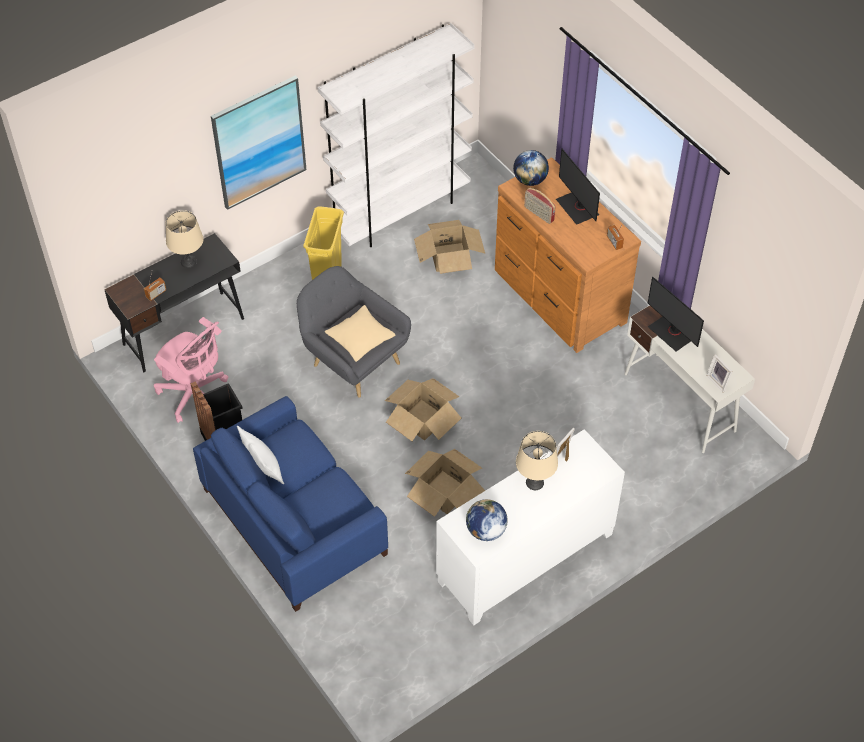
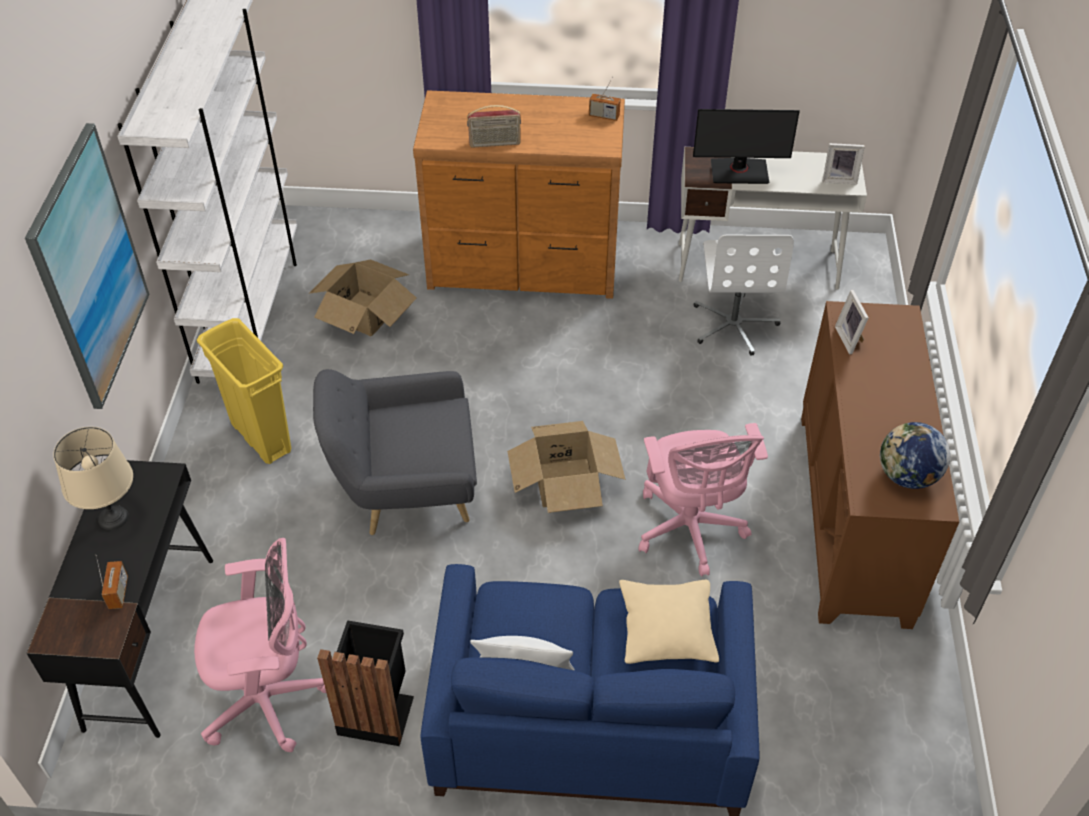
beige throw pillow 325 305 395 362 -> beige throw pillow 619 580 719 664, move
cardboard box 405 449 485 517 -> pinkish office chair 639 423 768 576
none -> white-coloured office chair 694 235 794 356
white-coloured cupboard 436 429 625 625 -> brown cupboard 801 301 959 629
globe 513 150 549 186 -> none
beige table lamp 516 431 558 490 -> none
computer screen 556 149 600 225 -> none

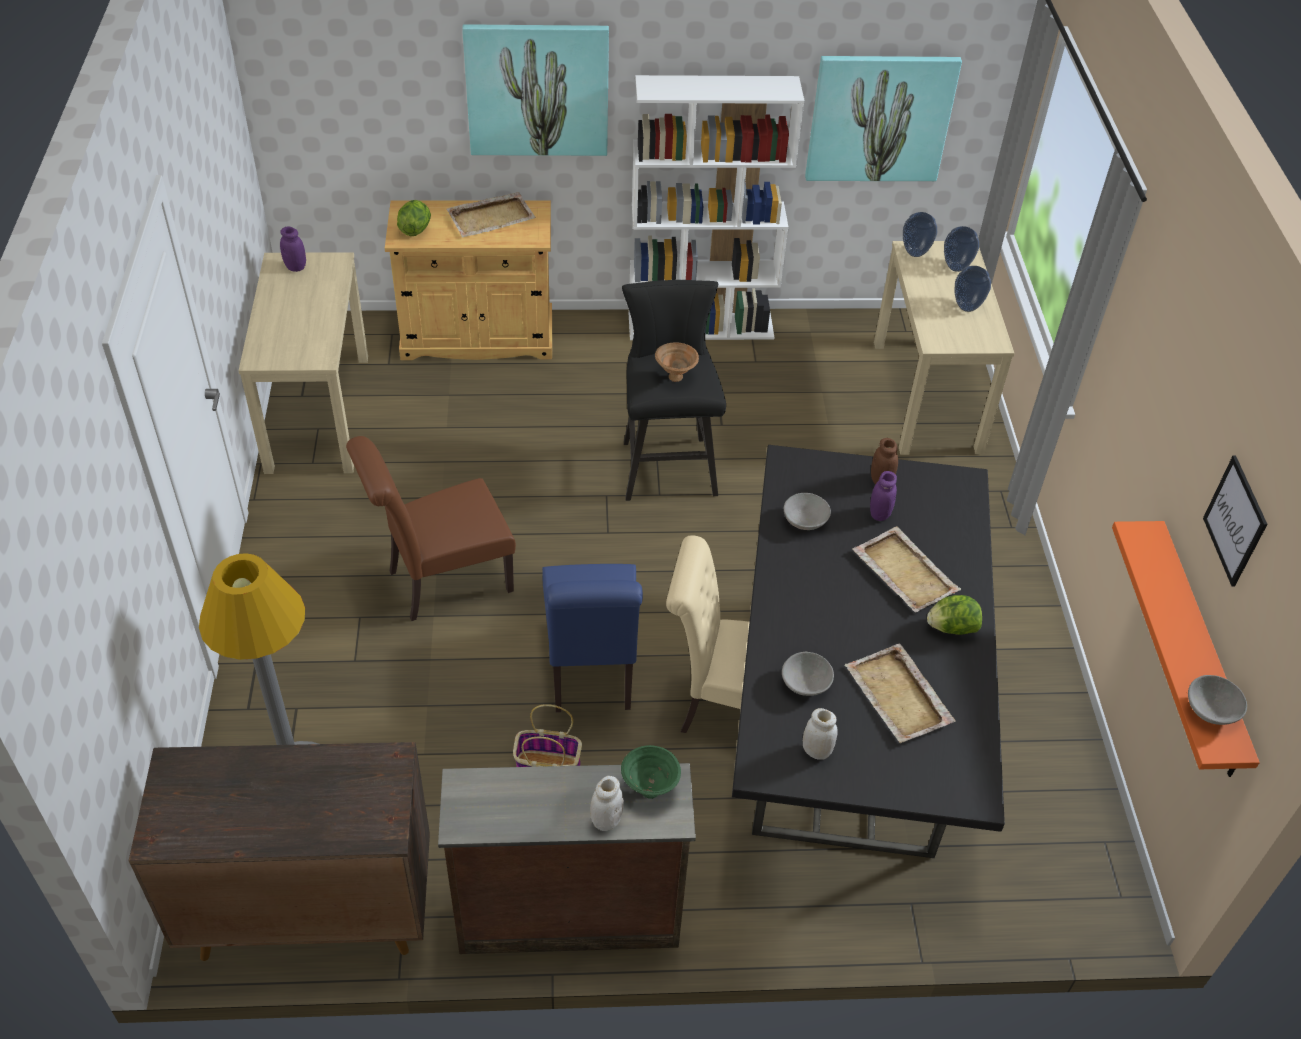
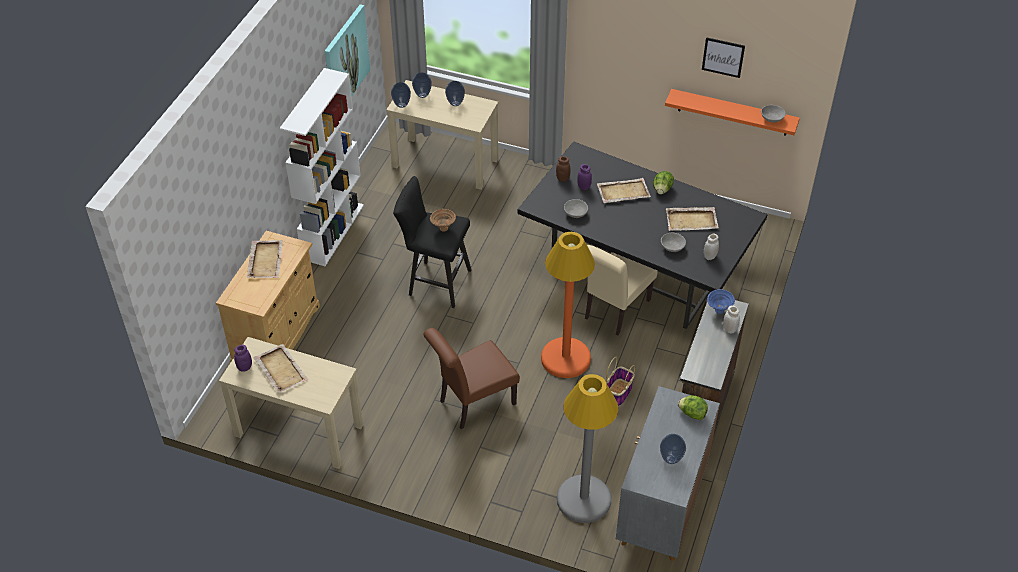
none -> beige serving tray 253 344 309 393
brown upright chair 346 436 516 621 -> brown upright chair 423 328 520 429, 60 degrees clockwise
bluish upright chair 542 564 643 712 -> orange standing lamp 541 232 595 378
brown cupboard 129 742 430 961 -> greyish cupboard 616 386 720 561
none -> vase 660 434 686 464
lettuce 397 200 431 236 -> lettuce 678 395 708 420, move
green-coloured serving bowl 621 745 681 799 -> bluish serving bowl 707 289 735 314
picture 462 24 609 156 -> none

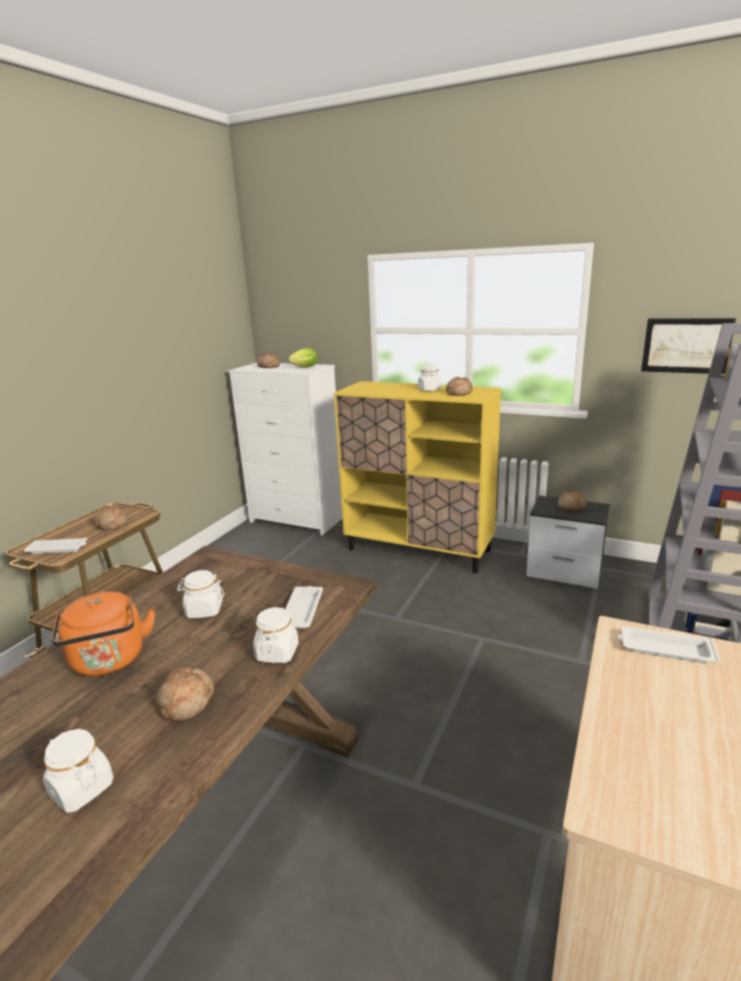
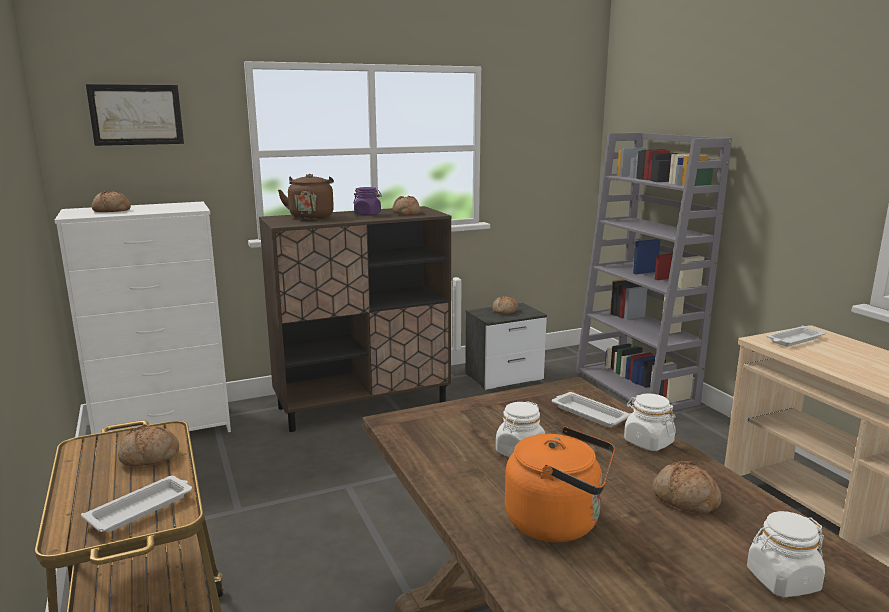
picture 641 318 736 374 -> picture 86 84 184 146, move
yellowish cupboard 334 381 501 573 -> brown cupboard 259 206 451 432
none -> brown kettle 278 174 334 219
white-coloured storage jar 418 365 441 391 -> purplish storage jar 354 187 382 215
lettuce 288 348 318 367 -> none

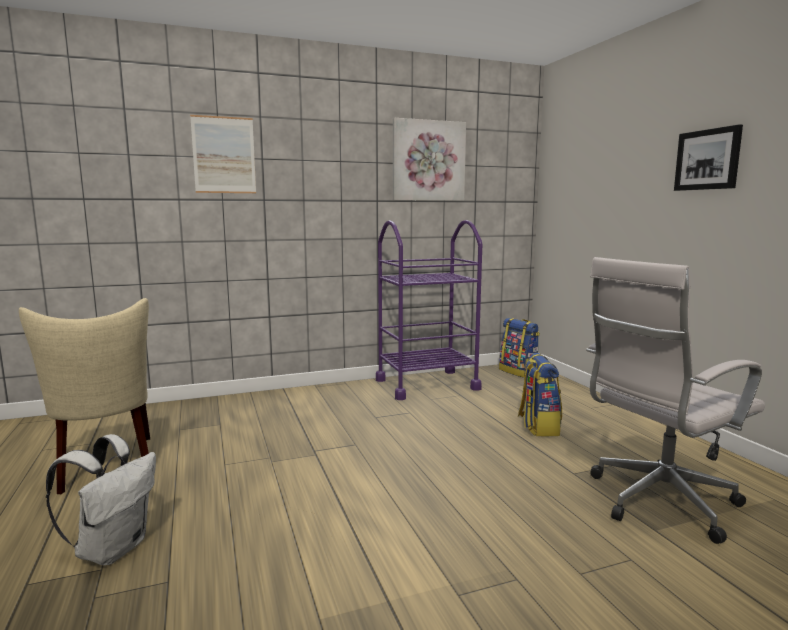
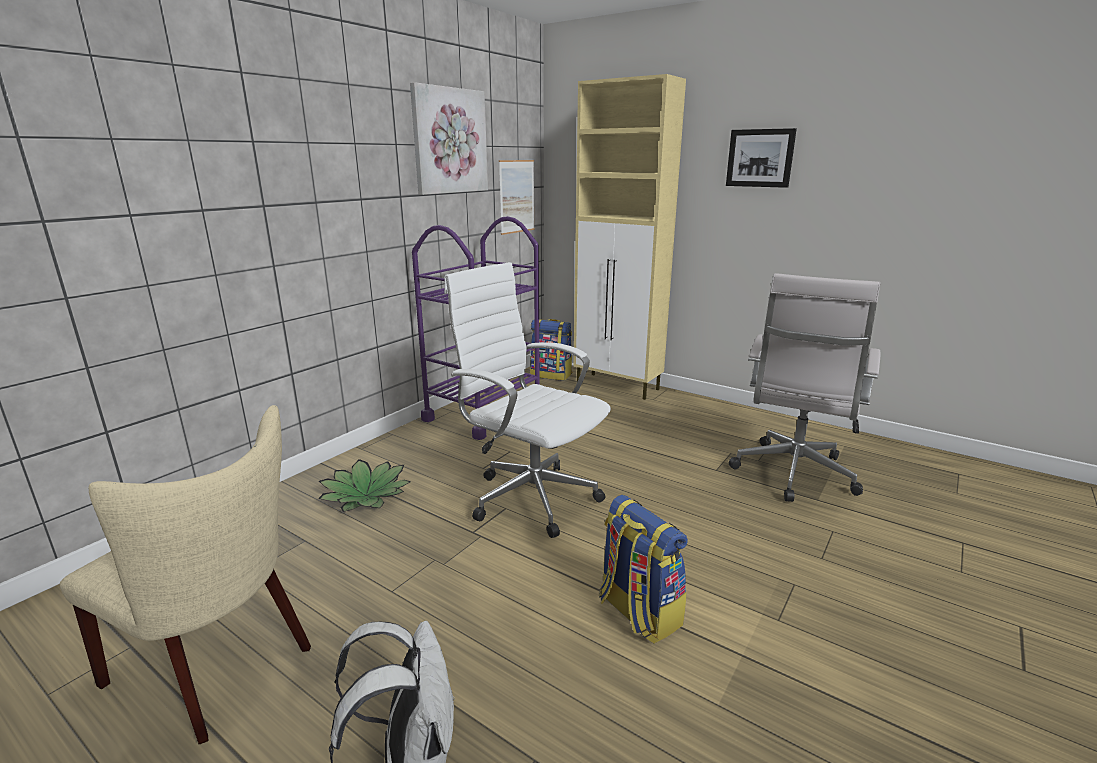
none -> plant in a pot 318 459 411 512
none -> white-coloured office chair 444 262 611 538
picture 190 115 256 193 -> picture 499 160 535 235, move
none -> beige cupboard 573 74 686 400
backpack 518 353 562 436 -> backpack 599 495 688 644, move

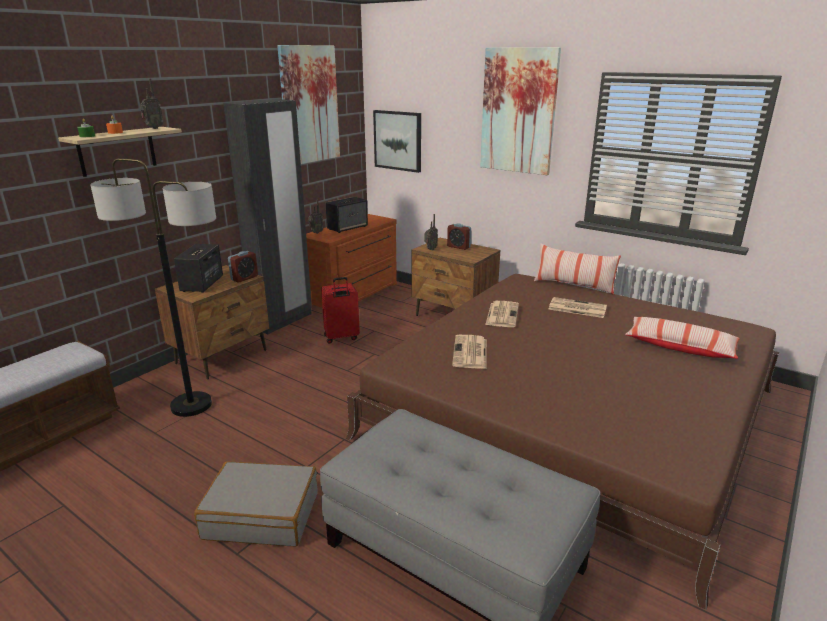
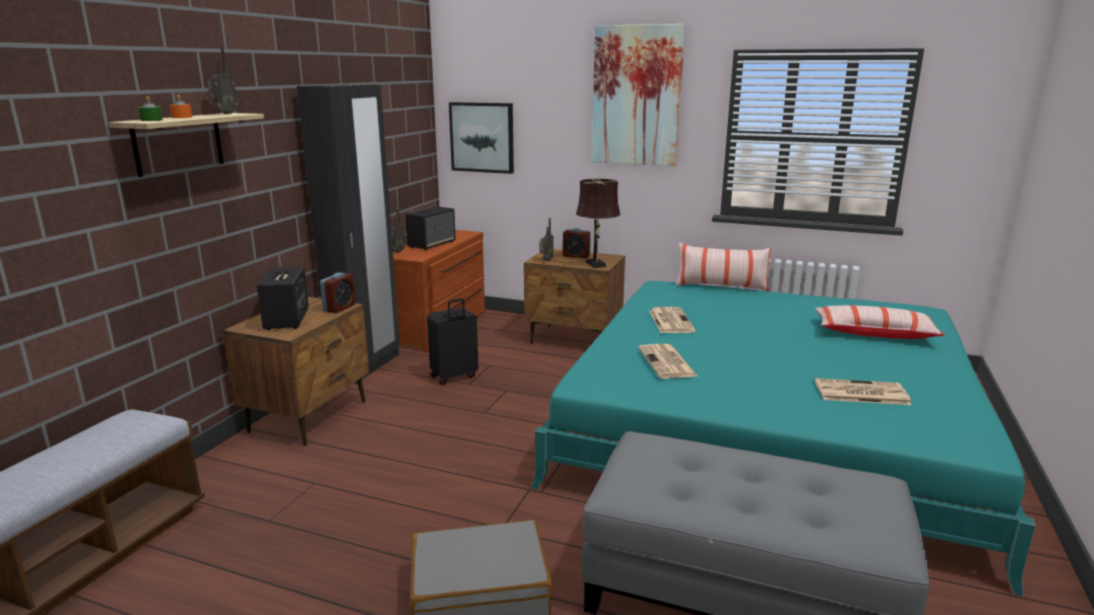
reddish travel case 321 277 360 344 -> black travel case 427 298 478 385
brown bedroom bed 346 274 779 610 -> turquoise-coloured bedroom bed 531 281 1036 596
none -> brown table lamp 576 177 620 268
daily paper 549 297 607 318 -> daily paper 815 378 911 405, move
standing lamp 90 158 216 417 -> none
picture 277 45 340 164 -> none

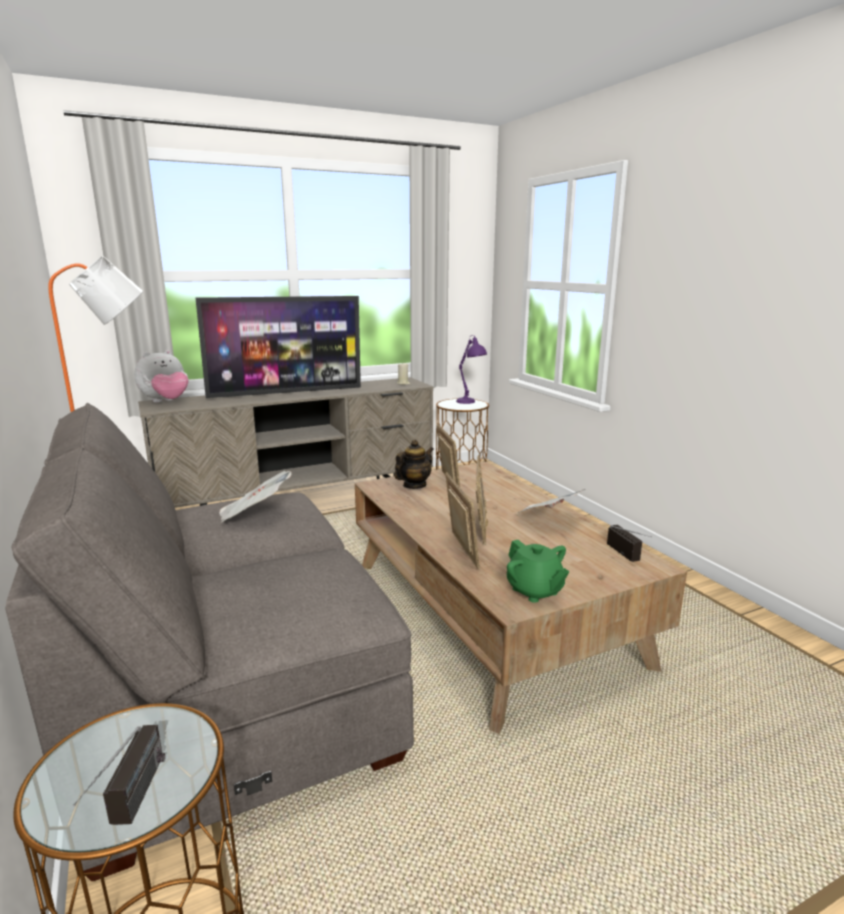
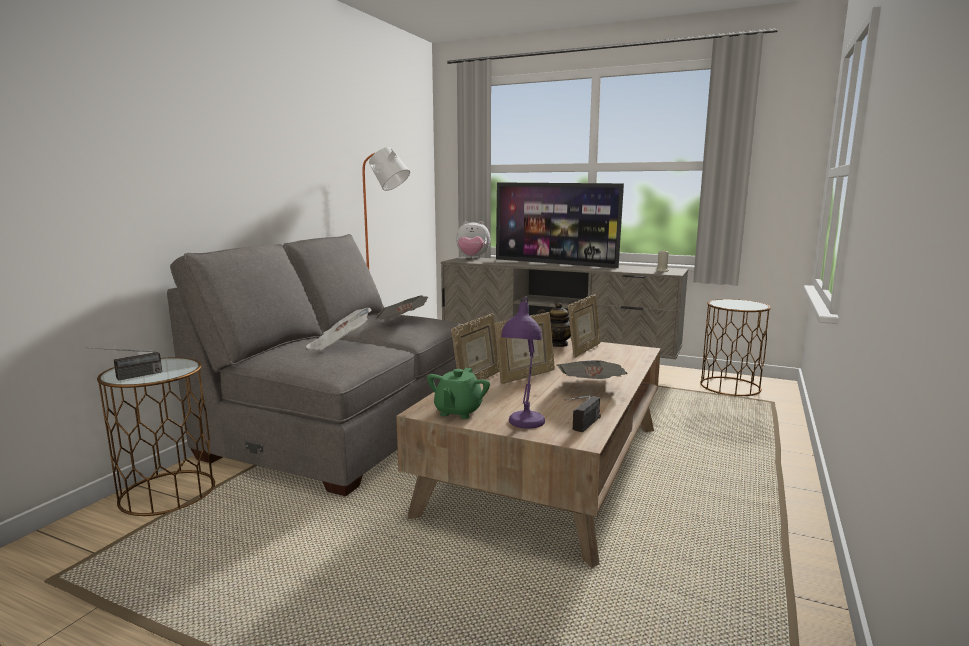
none -> daily paper 306 308 372 351
purplish table lamp 456 335 487 404 -> purplish table lamp 501 296 545 429, move

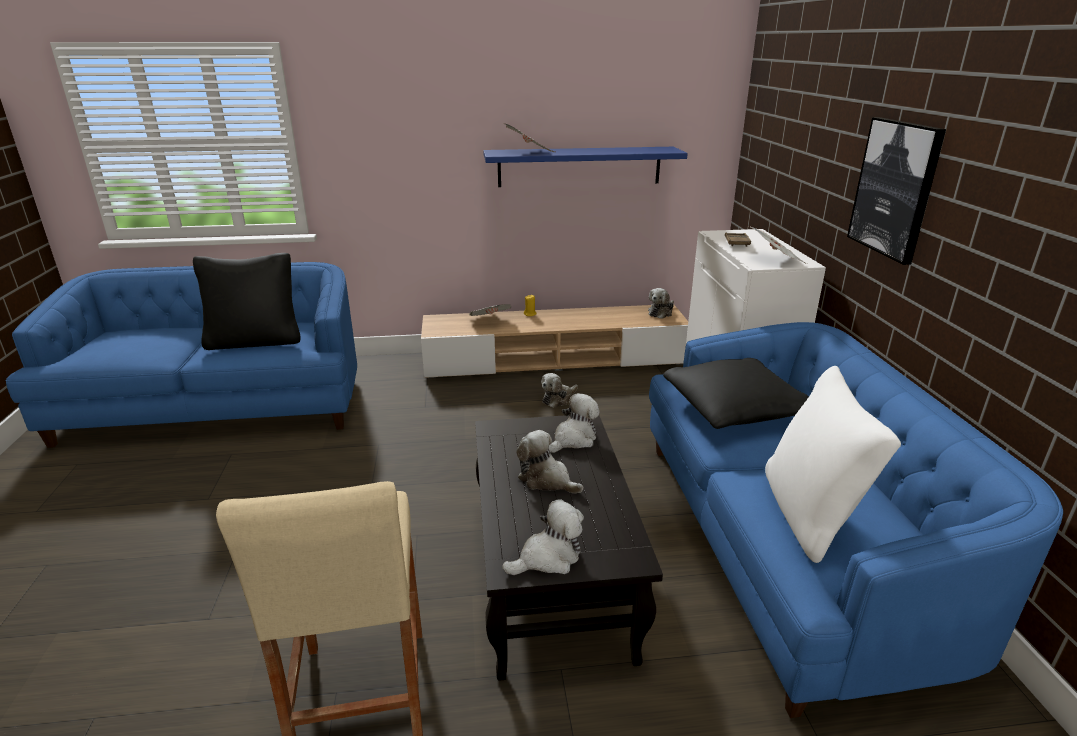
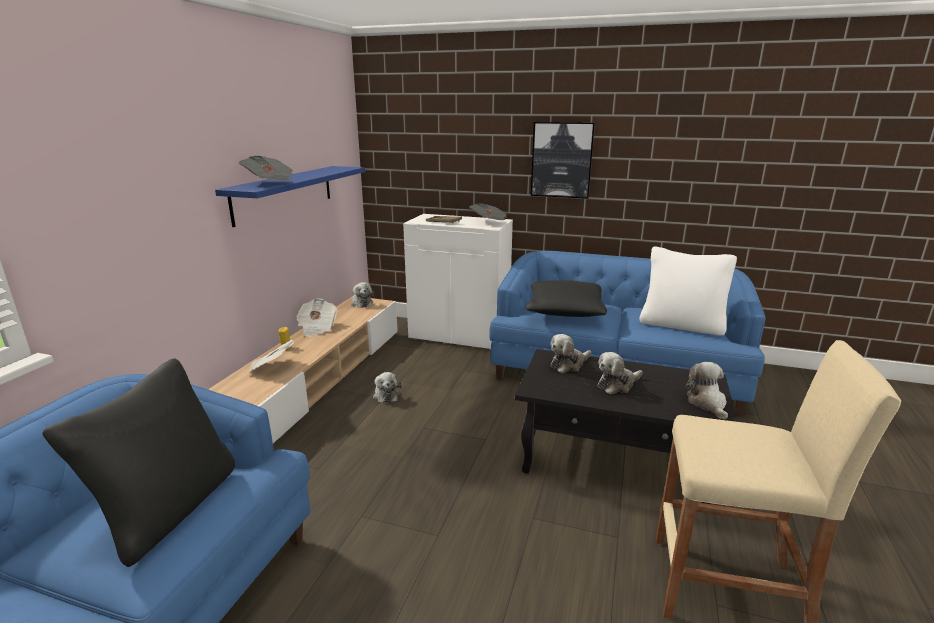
none -> daily paper 296 298 338 337
plush toy 549 393 600 453 -> plush toy 550 334 591 373, 105 degrees counterclockwise

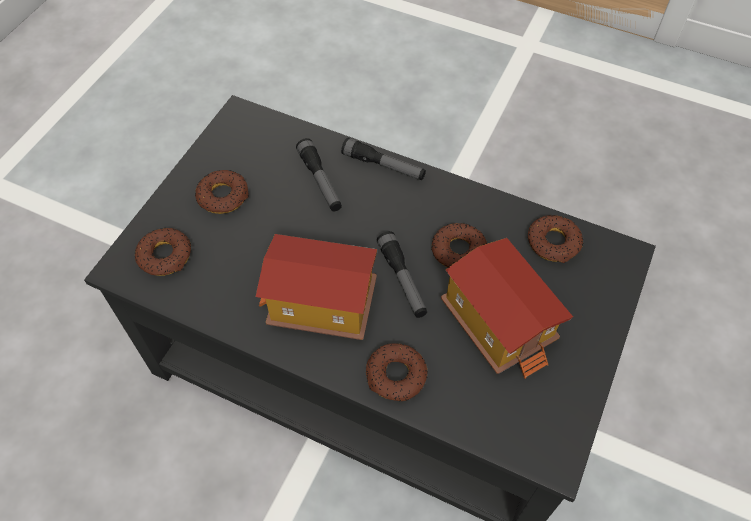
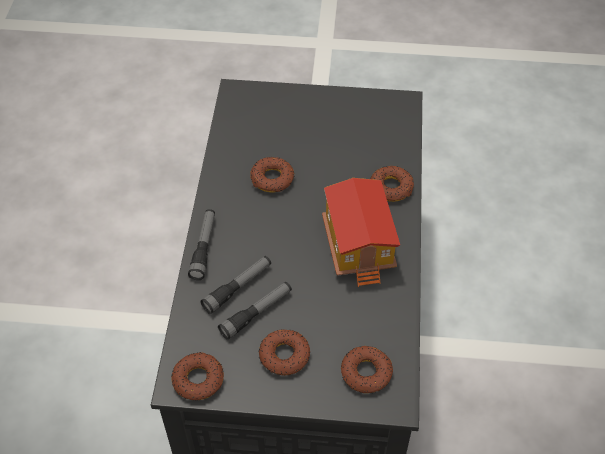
donut 528 215 583 263 -> donut 171 352 224 400, move
flashlight 377 231 427 318 -> flashlight 218 282 292 340, move
miniature house 441 238 573 379 -> none

